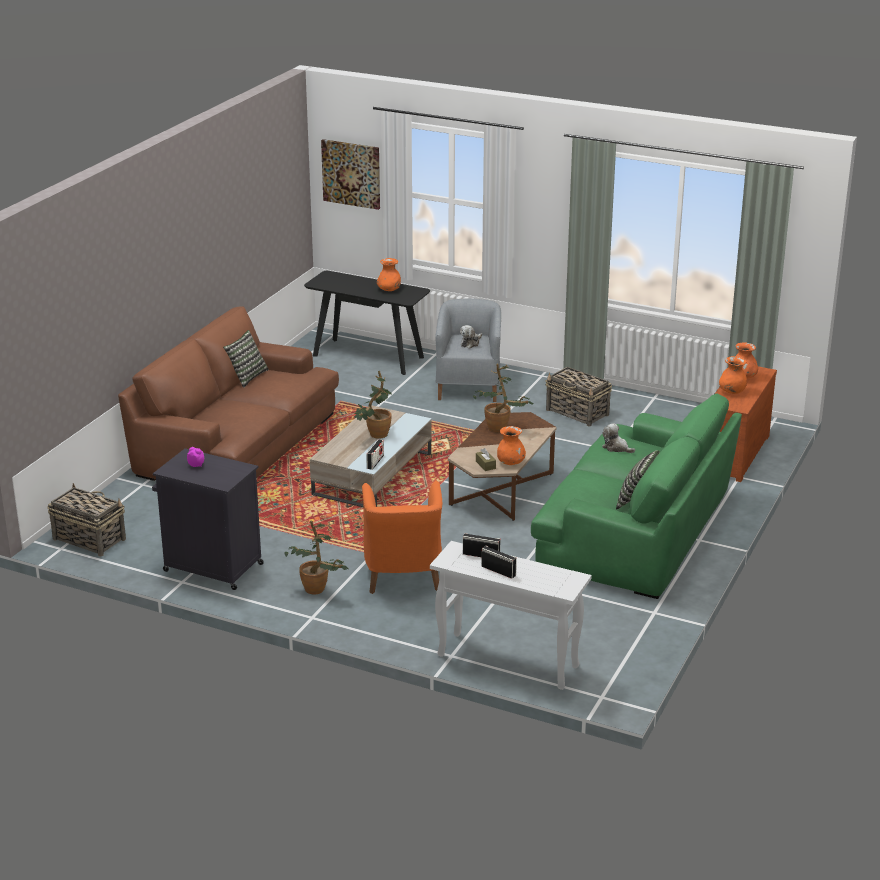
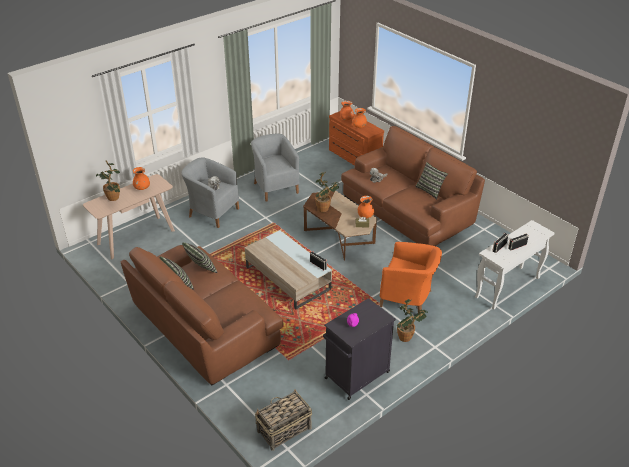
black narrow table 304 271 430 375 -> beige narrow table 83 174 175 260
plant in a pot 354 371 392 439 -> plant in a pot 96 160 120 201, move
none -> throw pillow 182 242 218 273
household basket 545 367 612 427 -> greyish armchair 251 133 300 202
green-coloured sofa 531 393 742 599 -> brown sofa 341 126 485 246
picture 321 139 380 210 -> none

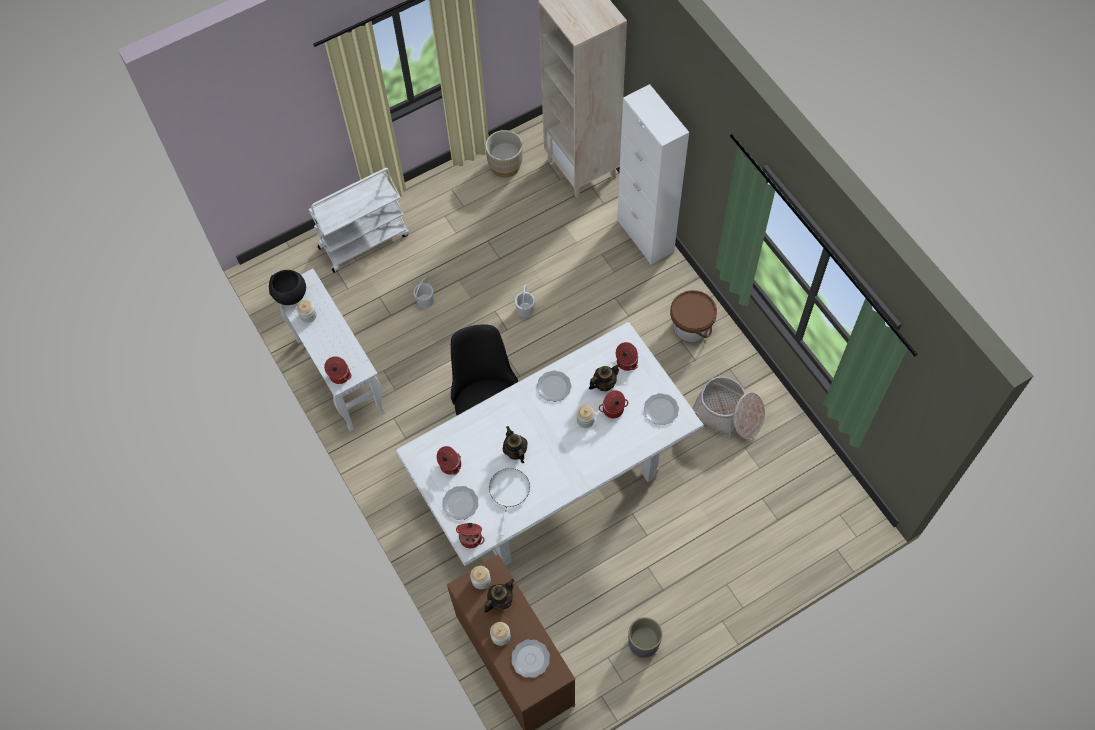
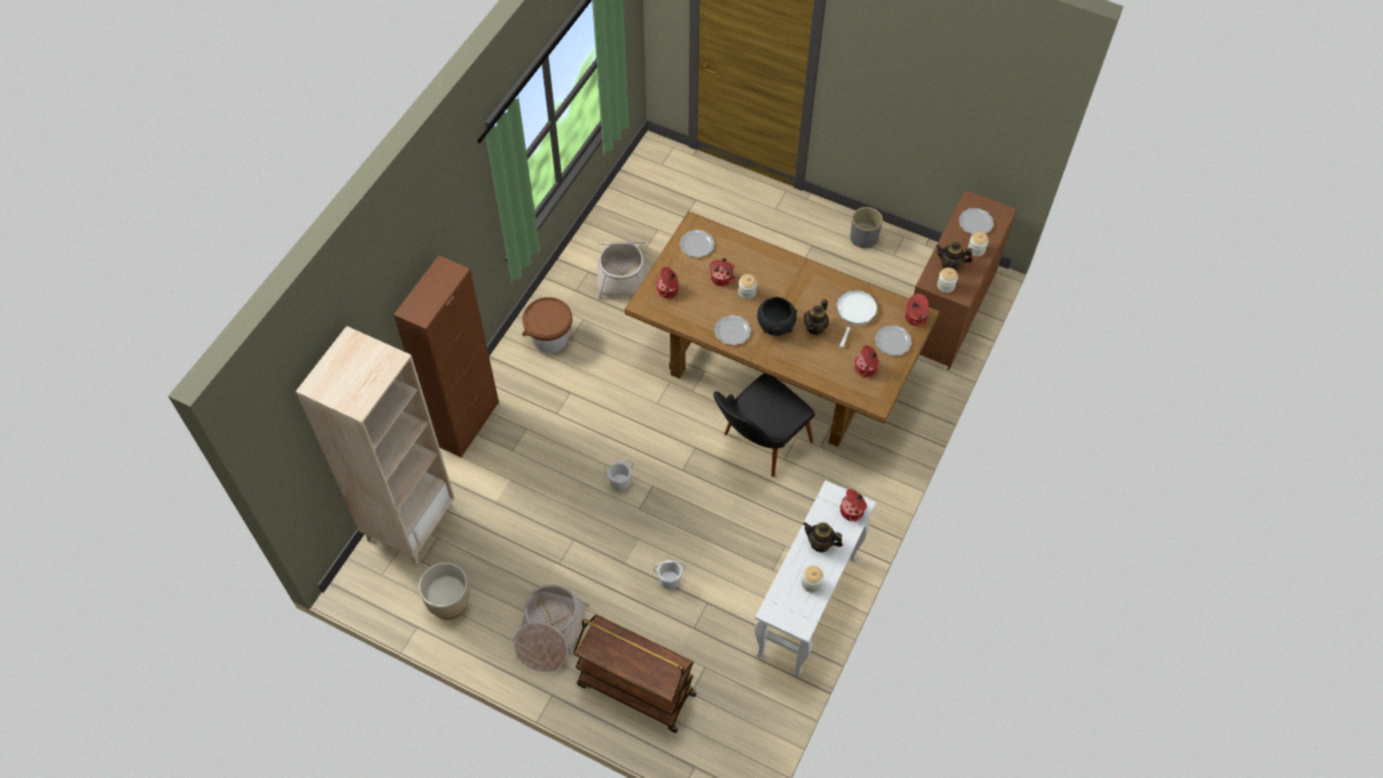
white-coloured cupboard 617 84 689 264 -> brown cupboard 394 256 499 458
none -> household basket 514 584 589 672
white-coloured cart 308 168 409 273 -> brown cart 573 615 696 733
white-coloured dining table 396 322 704 566 -> brown dining table 624 211 940 447
black serving bowl 269 270 306 305 -> black serving bowl 757 297 797 336, move
teapot 589 363 620 391 -> teapot 803 522 843 552, move
white-coloured skillet 489 468 530 536 -> white-coloured skillet 836 290 877 348, 135 degrees clockwise

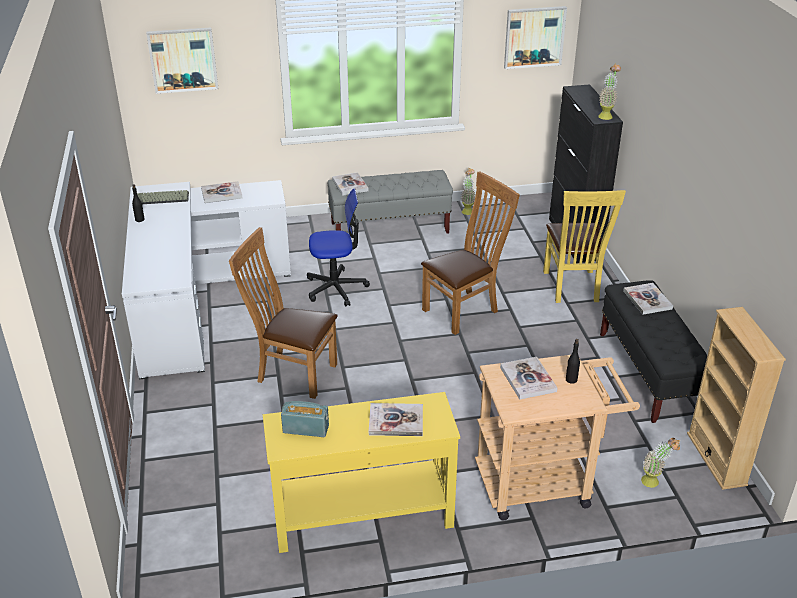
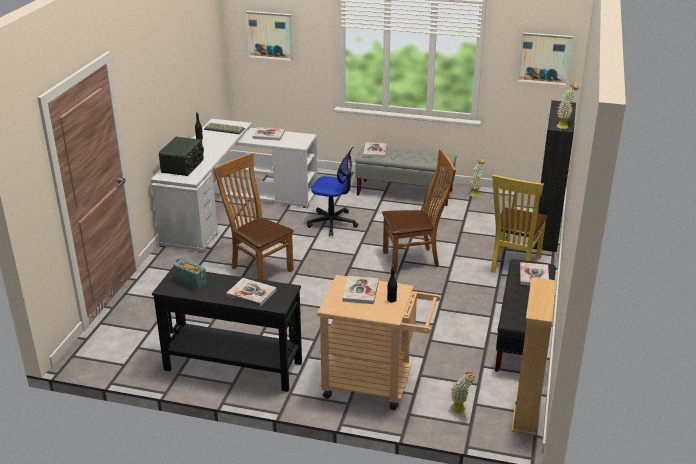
yellowish narrow table 263 392 460 553 -> black narrow table 152 267 302 392
none -> radio receiver 159 137 204 176

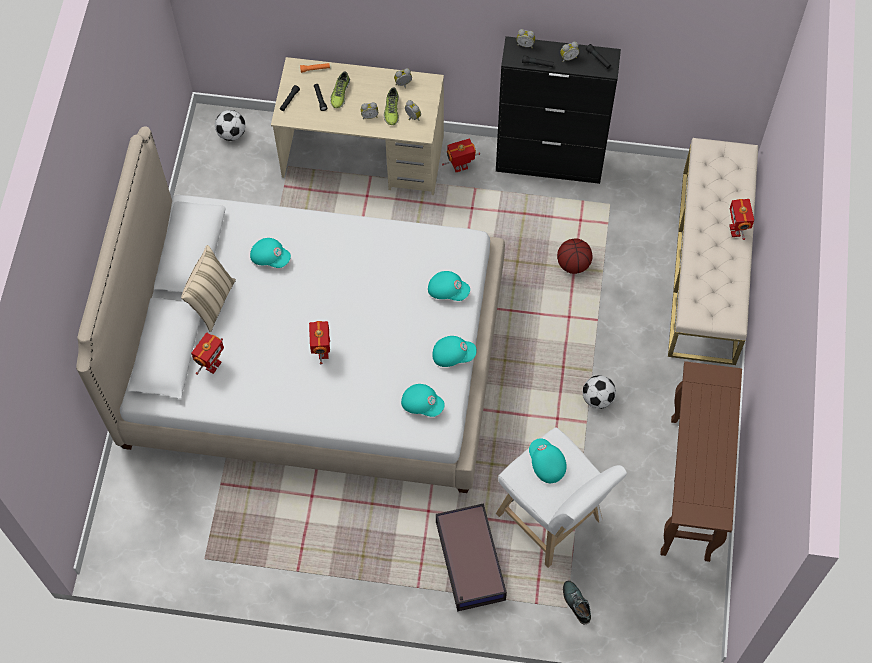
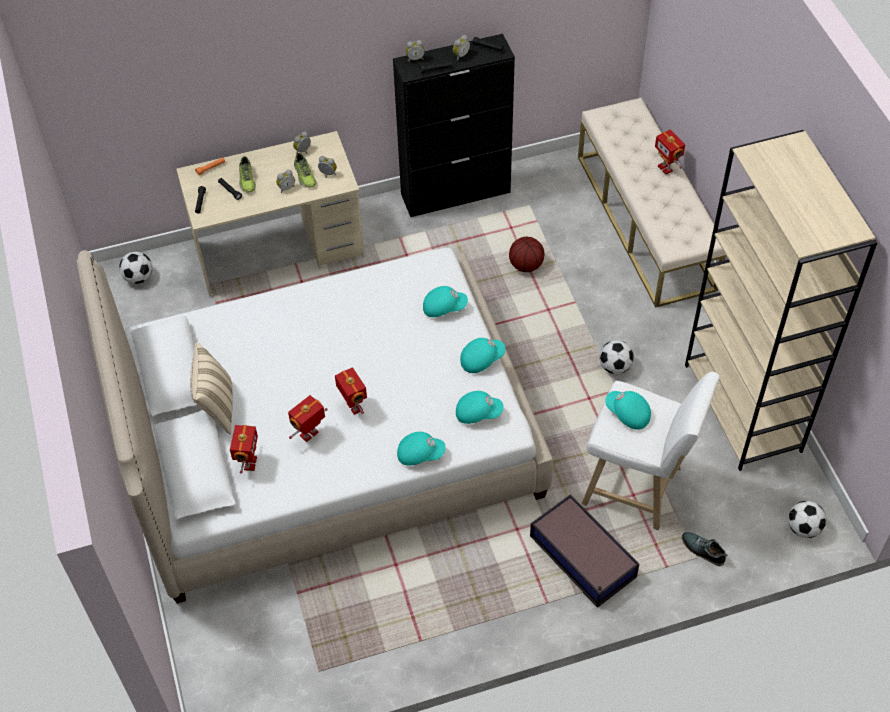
toy robot 442 138 480 172 -> toy robot 288 395 328 442, move
turquoise-coloured peaked cap 250 238 291 268 -> turquoise-coloured peaked cap 397 432 446 466, move
brown narrow table 660 361 742 562 -> beige bookcase 685 130 878 471
none -> football 788 501 826 538

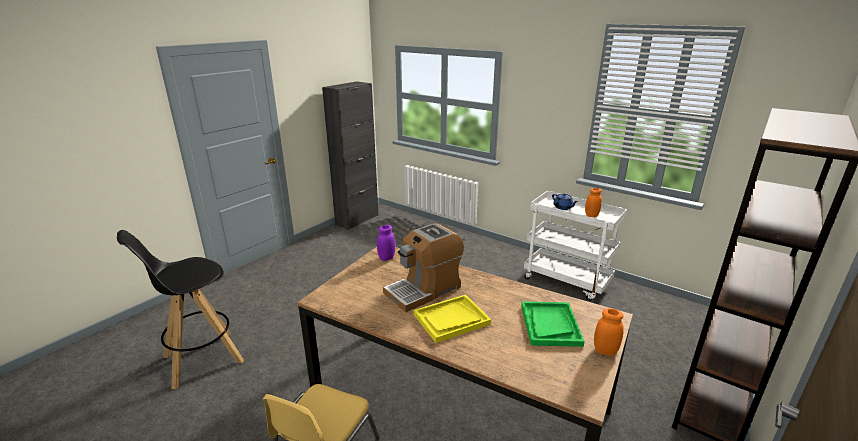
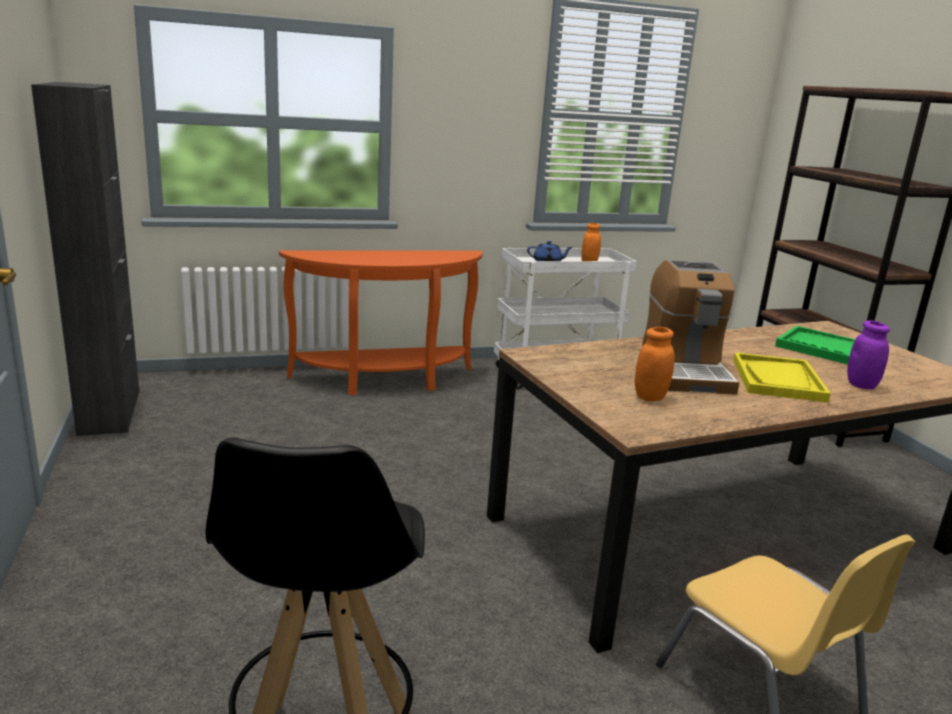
none -> orange narrow table 279 250 483 396
orange storage jar 594 308 624 356 -> orange storage jar 635 327 674 401, move
purplish storage jar 377 225 395 261 -> purplish storage jar 847 320 890 389, move

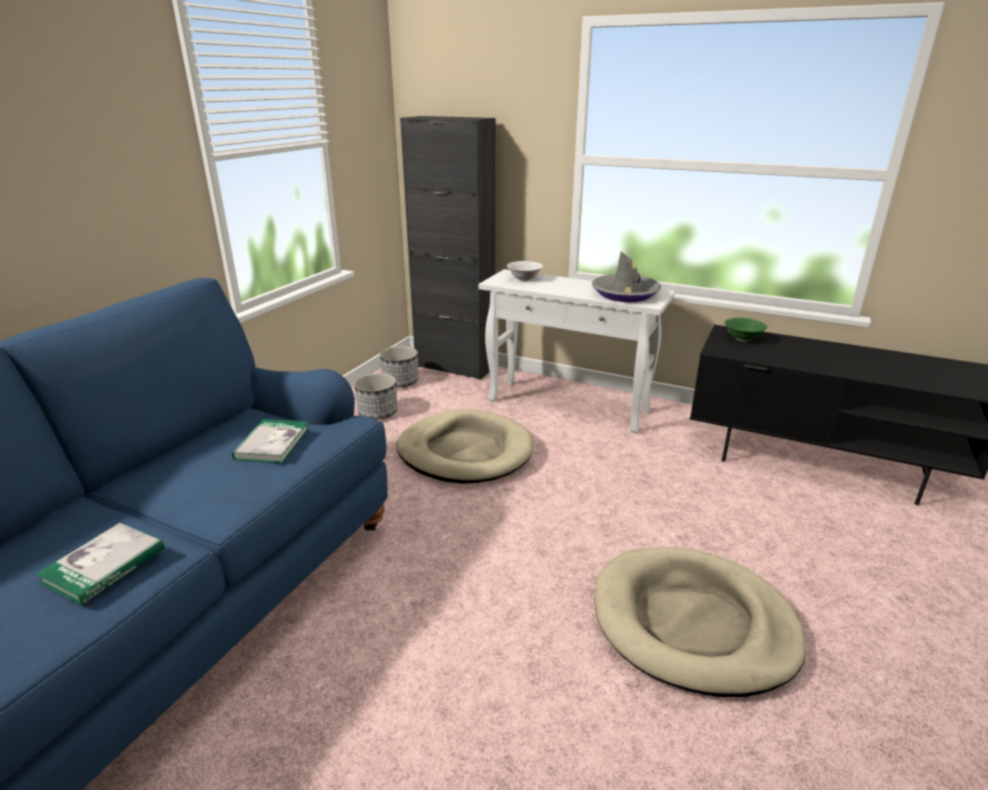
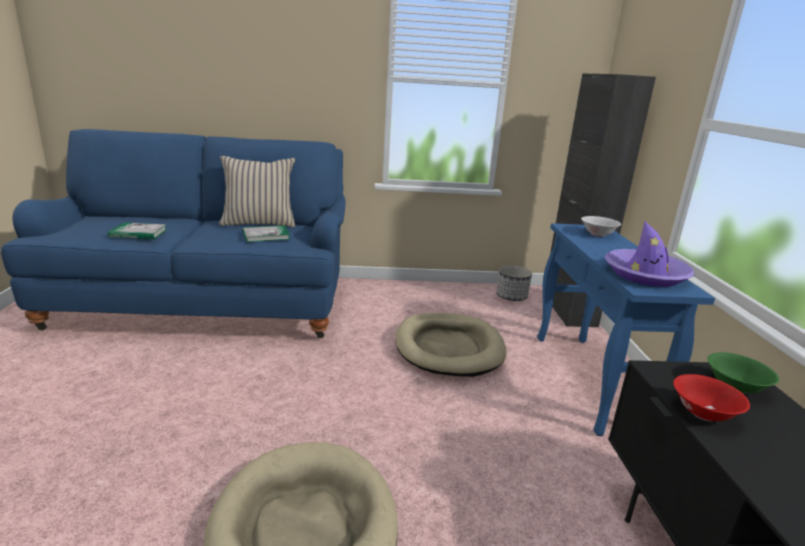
none -> beige throw pillow 219 156 295 228
white-coloured narrow table 478 269 675 433 -> bluish narrow table 537 223 715 436
greyish clothing hat 592 252 662 302 -> purplish clothing hat 604 221 695 287
none -> reddish serving bowl 673 374 750 421
plant pot 354 373 397 420 -> none

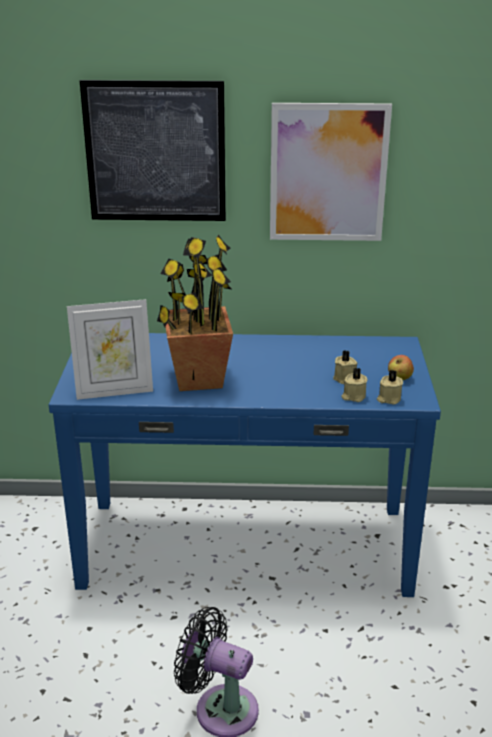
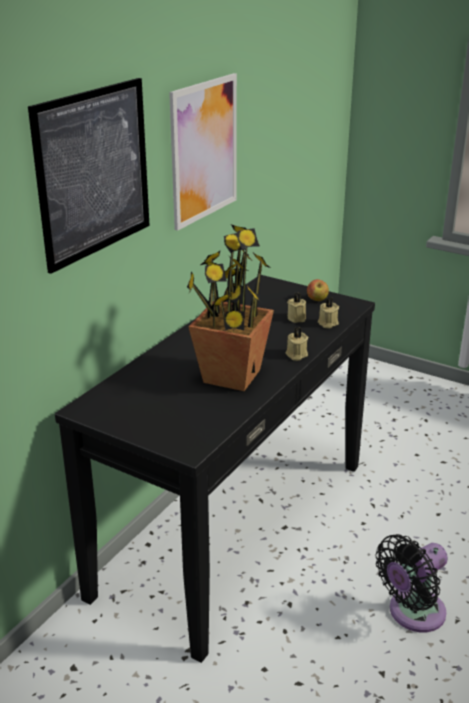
bluish narrow table 49 333 441 597 -> black narrow table 55 275 375 663
beige wax candle 377 370 403 405 -> beige wax candle 286 327 308 361, move
standing frame 67 299 153 400 -> none

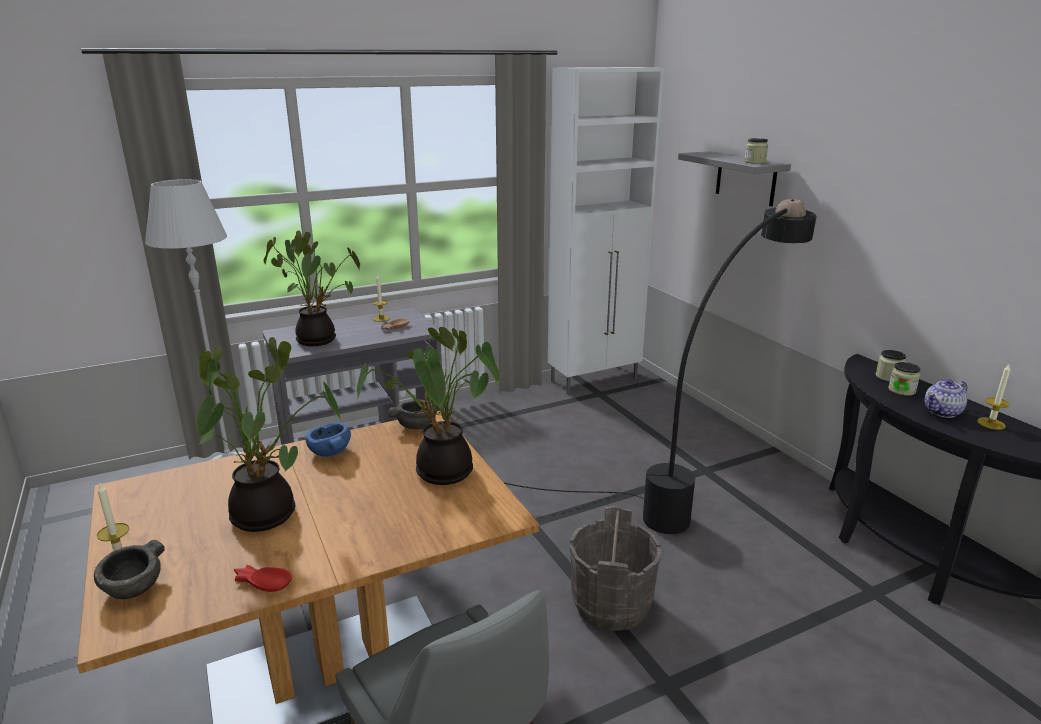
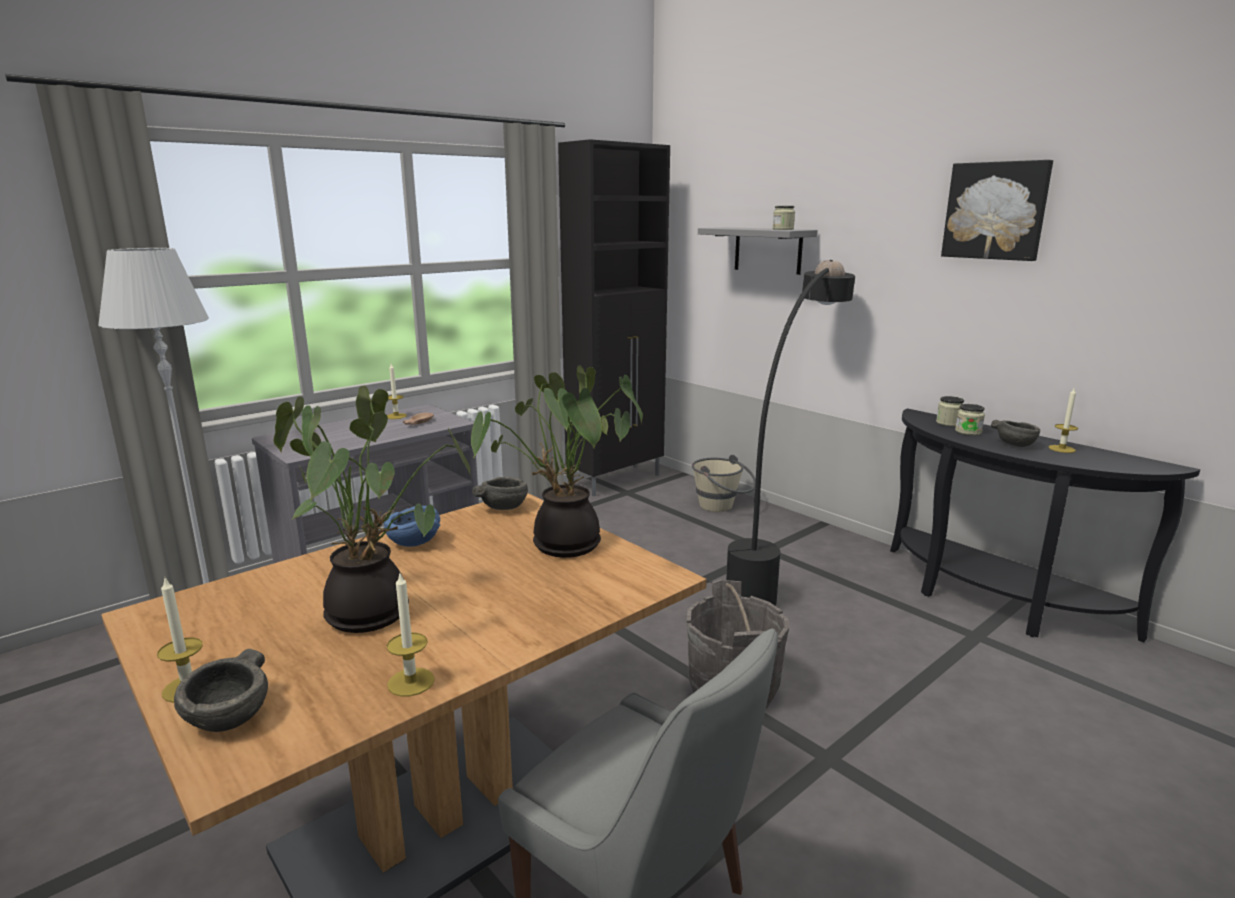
reddish serving bowl 234 565 292 592 -> wax candle 387 574 435 697
white-coloured cupboard 548 67 664 394 -> black cupboard 558 139 670 496
none -> beige bucket 692 455 756 512
none -> picture 941 160 1053 261
teapot 925 379 967 418 -> greyish serving bowl 991 420 1040 447
plant in a pot 263 230 360 346 -> none

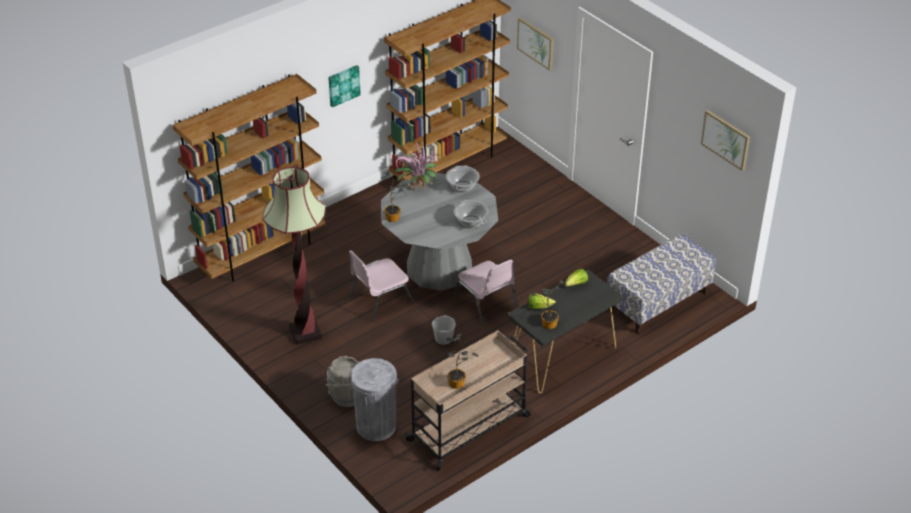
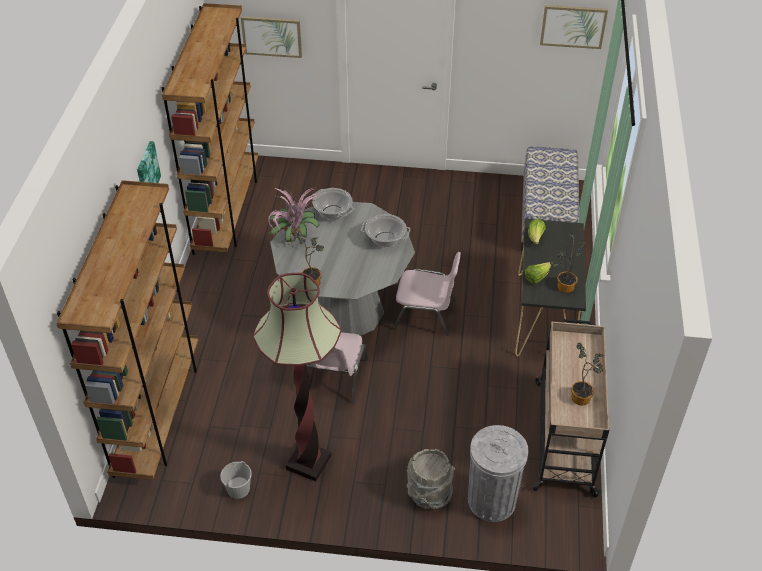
white-coloured bucket 432 315 456 345 -> white-coloured bucket 220 461 252 499, move

